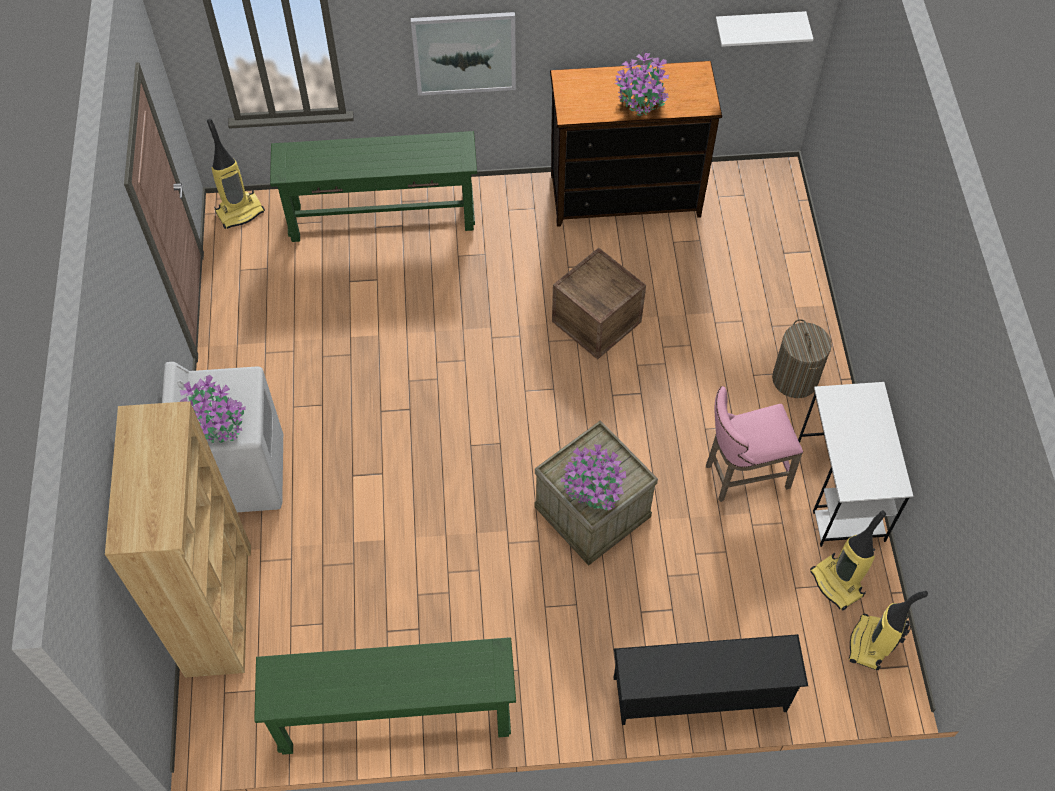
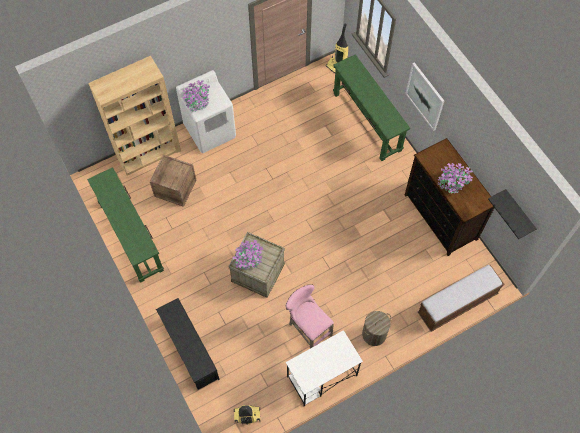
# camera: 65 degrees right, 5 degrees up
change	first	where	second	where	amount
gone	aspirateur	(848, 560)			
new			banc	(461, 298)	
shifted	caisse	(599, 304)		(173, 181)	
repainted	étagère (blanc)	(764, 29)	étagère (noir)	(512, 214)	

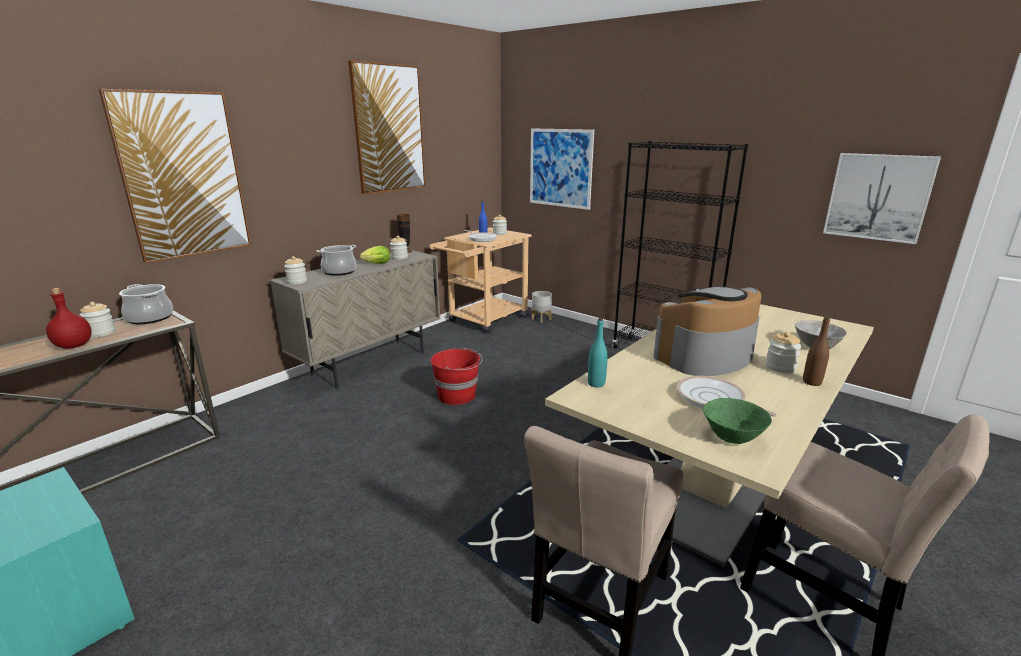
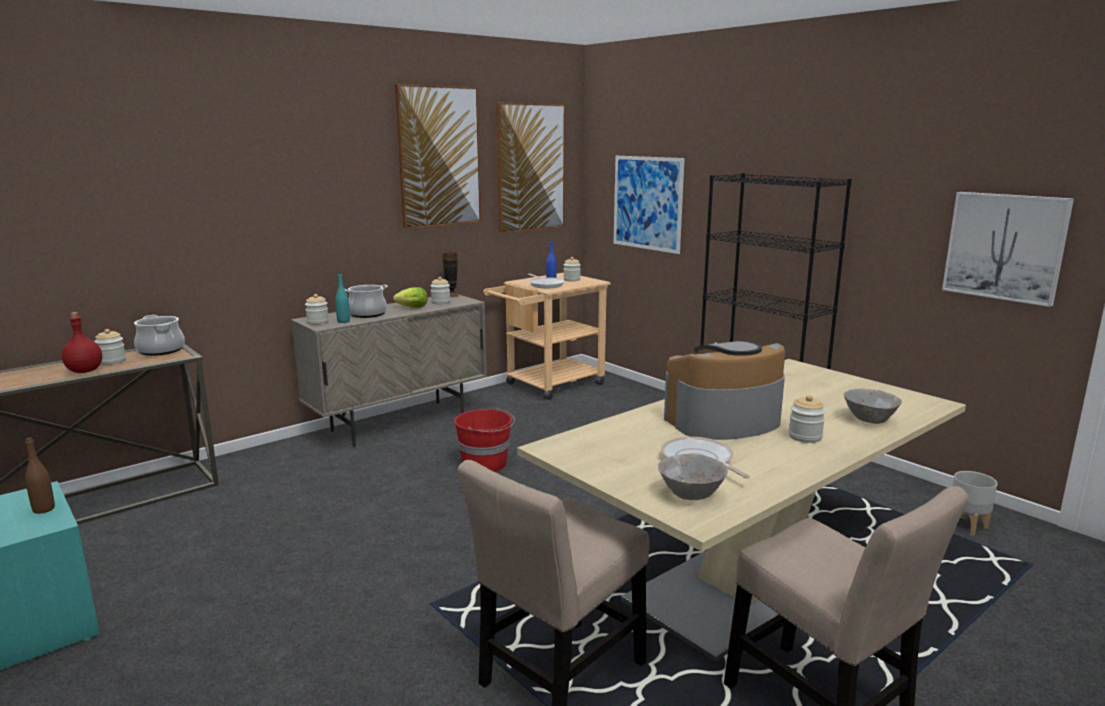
# camera: 10 degrees right, 5 degrees down
change	first	where	second	where	amount
shifted	tableau	(175, 176)		(530, 168)	
shifted	cache-pot (gris)	(542, 307)		(974, 503)	
shifted	bouteille (turquoise)	(598, 353)		(342, 298)	
shifted	bouteille (marron)	(816, 351)		(40, 476)	
repainted	bol (vert)	(737, 421)	bol (gris)	(693, 477)	

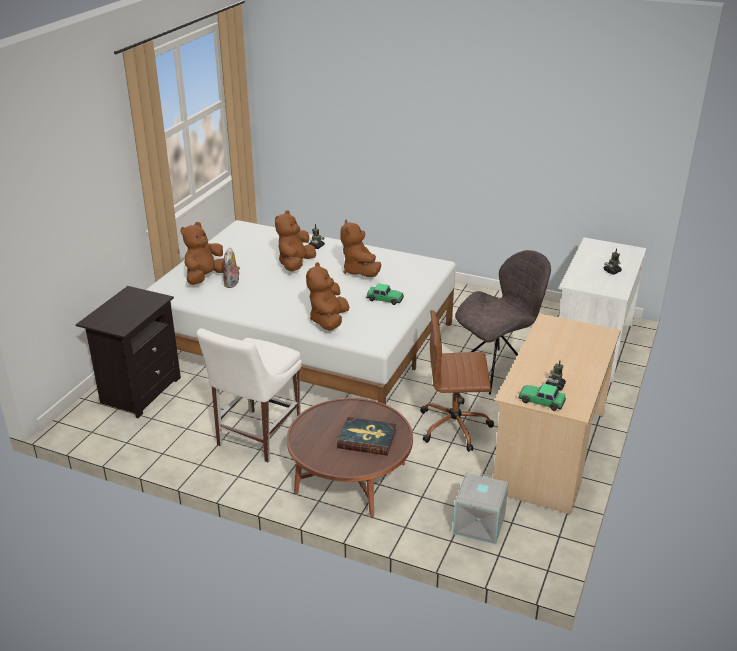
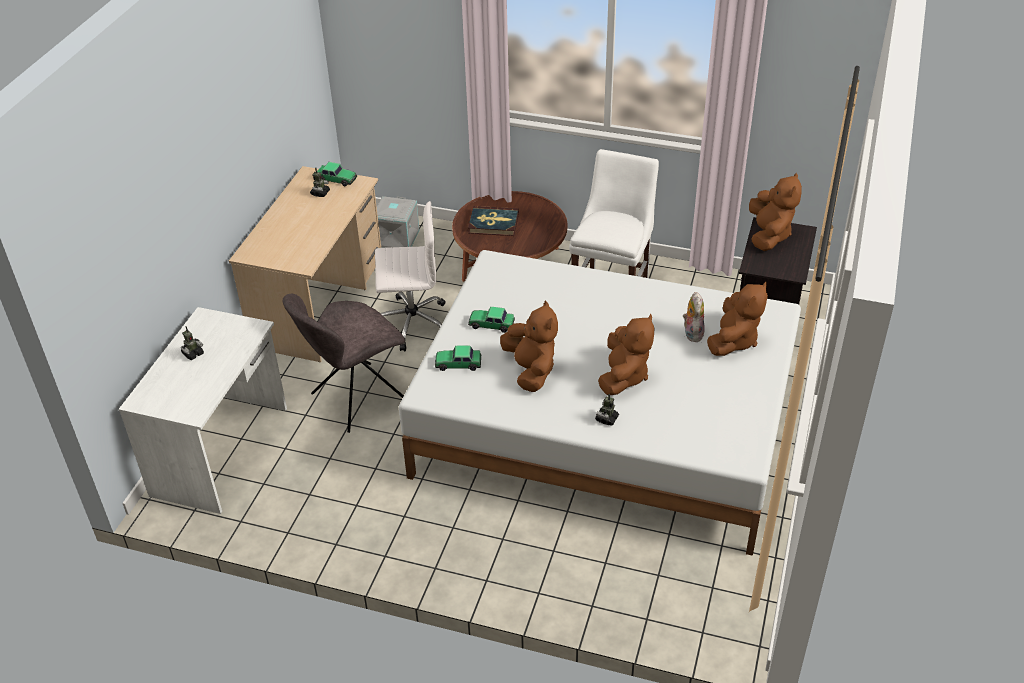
# camera: 175 degrees right, 10 degrees up
change	first	where	second	where	amount
new			petite voiture	(458, 358)	
shifted	peluche (marron)	(327, 296)		(775, 212)	
repainted	chaise de bureau (marron)	(457, 381)	chaise de bureau (blanc)	(410, 276)	

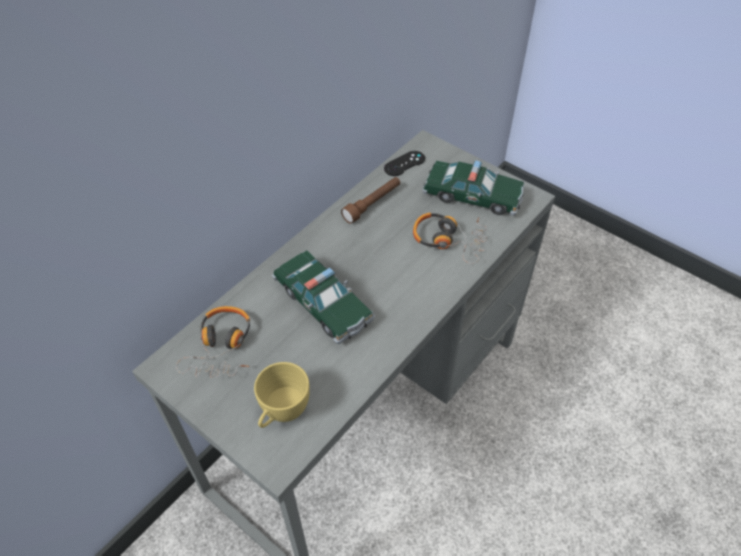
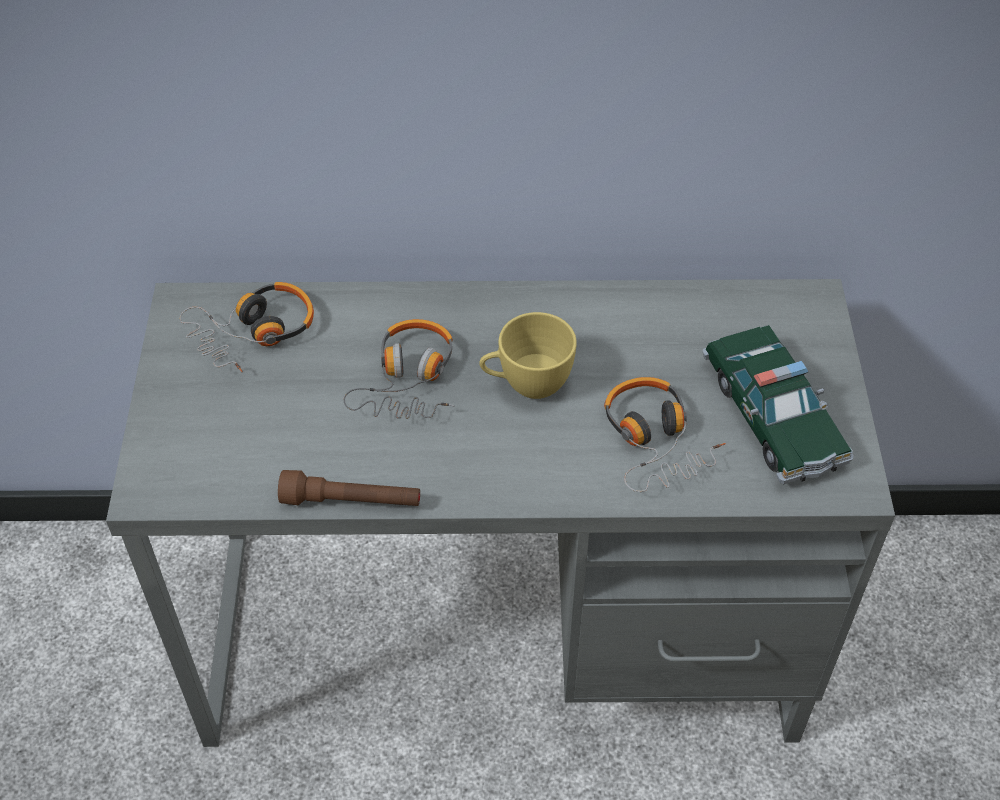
# camera: 50 degrees right, 0 degrees up
change	first	where	second	where	amount
gone	manette (noir)	(404, 163)			
shifted	tasse (jaune)	(282, 395)		(528, 355)	
shifted	lampe de poche (marron)	(370, 200)		(349, 488)	
swapped	petite voiture	(323, 297)	casque audio	(399, 369)	

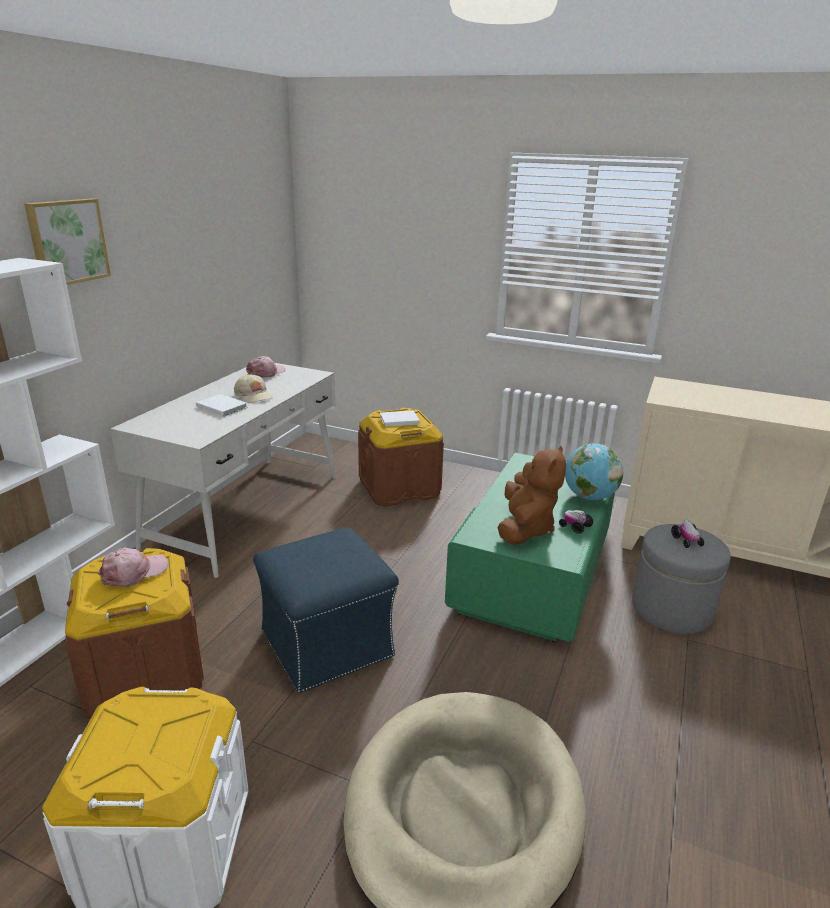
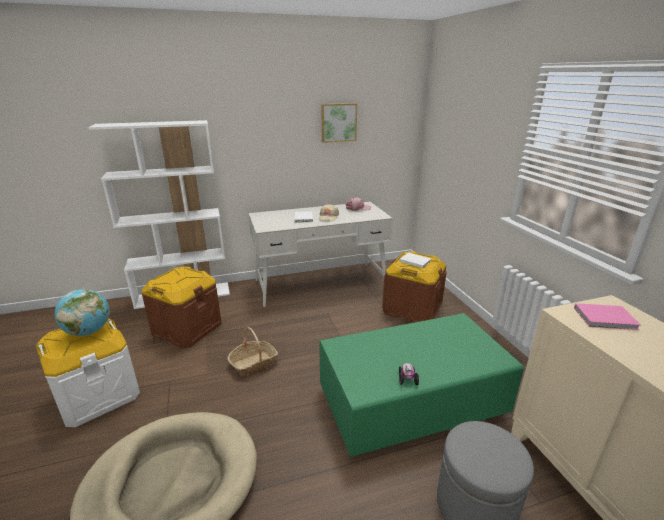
# camera: 50 degrees right, 0 degrees up
change	first	where	second	where	amount
gone	casquette (rose)	(133, 567)			
gone	peluche (marron)	(532, 495)			
gone	petite voiture	(687, 534)			
new			livre (rose)	(607, 316)	
shifted	tableau	(67, 241)		(339, 123)	
shifted	globe	(594, 471)		(82, 312)	
swapped	pouf (bleu)	(326, 610)	panier	(253, 352)	

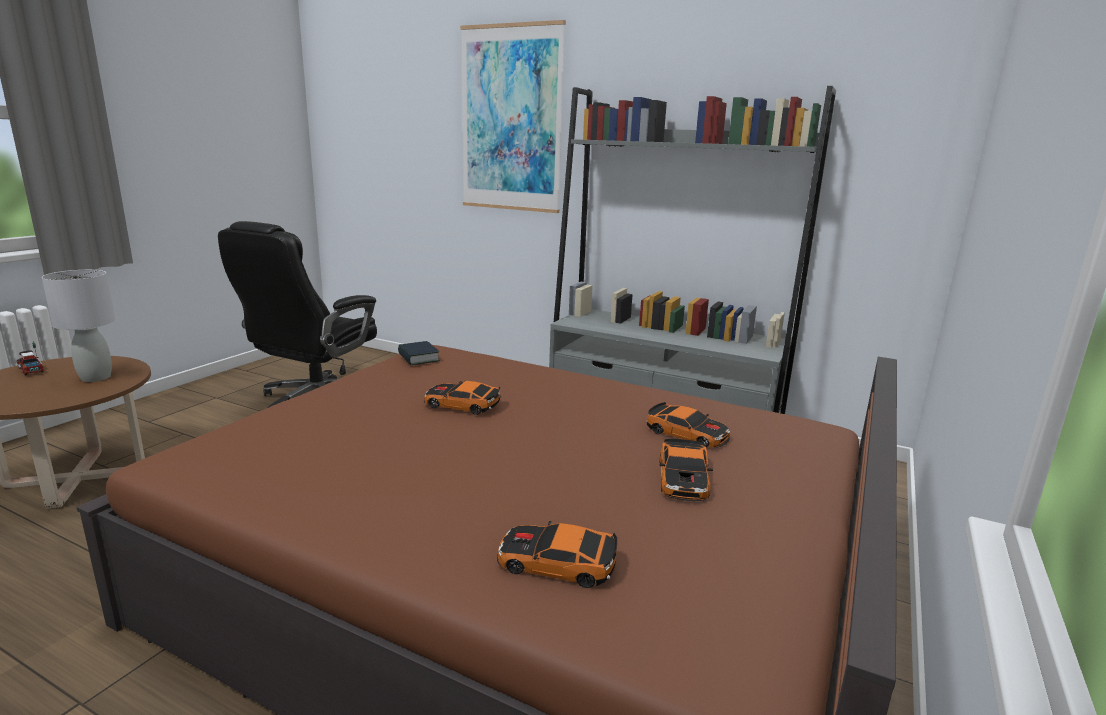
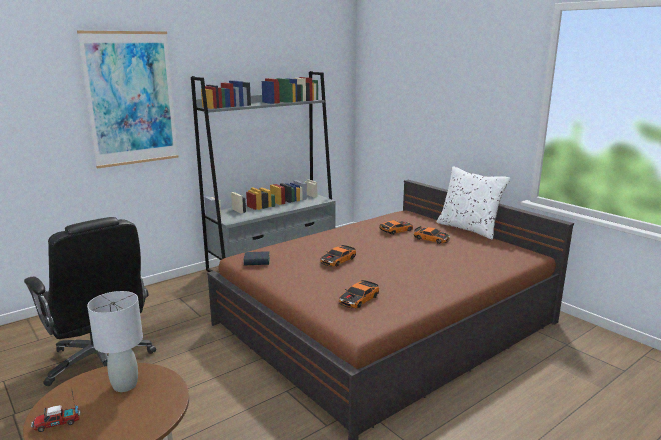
# camera: 65 degrees left, 0 degrees up
change	first	where	second	where	amount
new			coussin (blanc)	(473, 202)	
shifted	petite voiture	(557, 554)		(359, 294)	

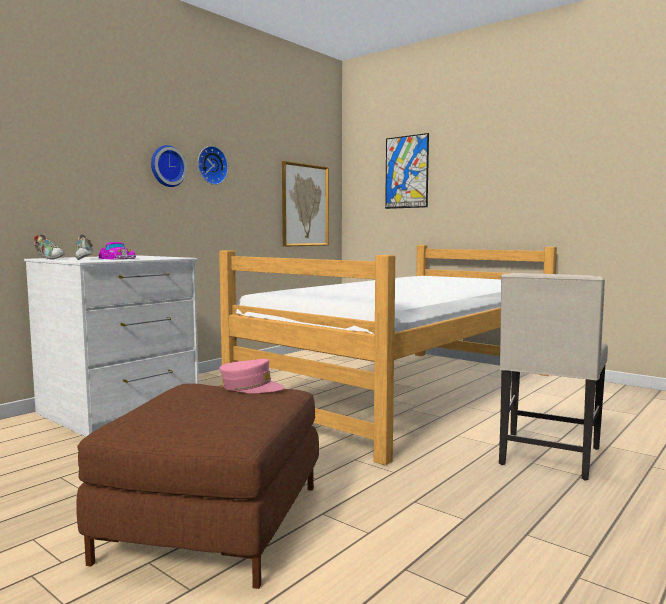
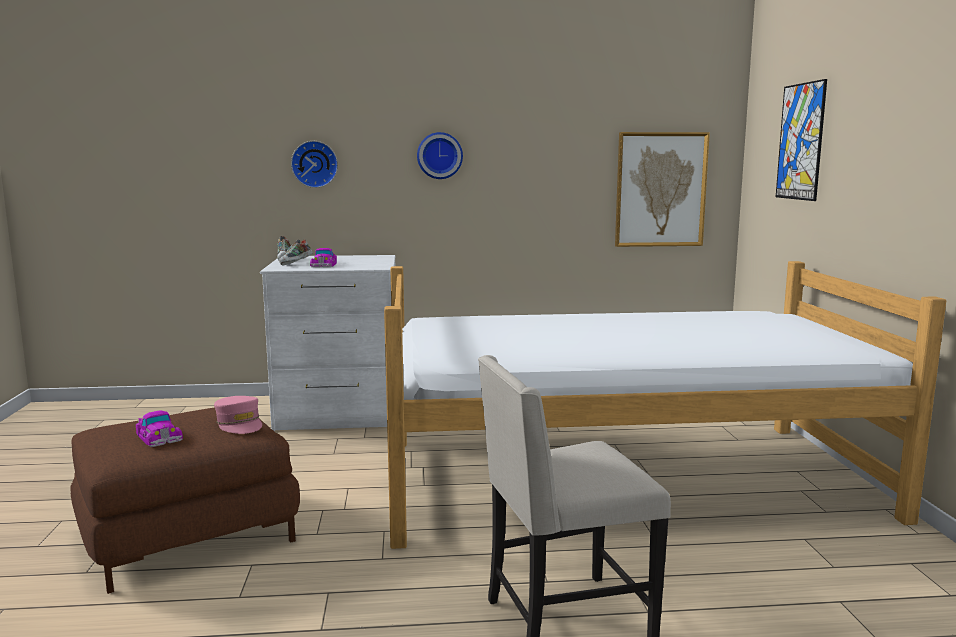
# camera: 45 degrees right, 5 degrees up
change	first	where	second	where	amount
new			petite voiture	(159, 428)	
shifted	horloge murale	(213, 165)		(314, 164)	

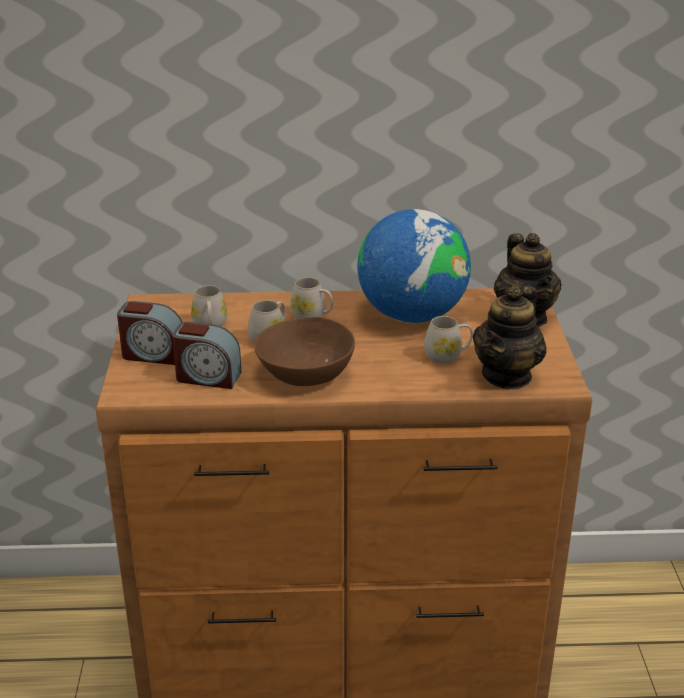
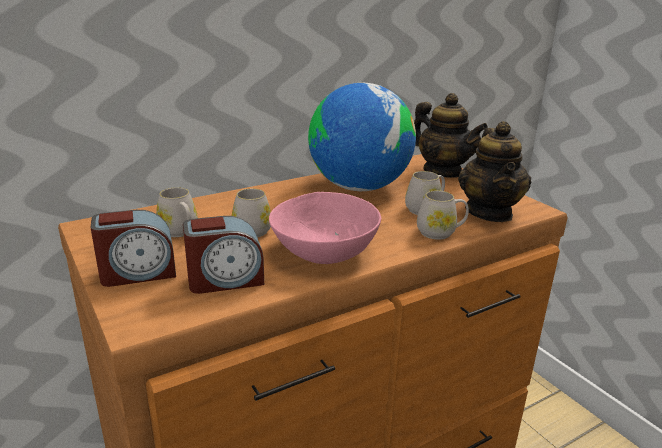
# camera: 30 degrees left, 5 degrees down
change	first	where	second	where	amount
shifted	mug (blanc)	(311, 298)		(443, 215)	
repainted	bol (marron)	(304, 351)	bol (rose)	(325, 228)	

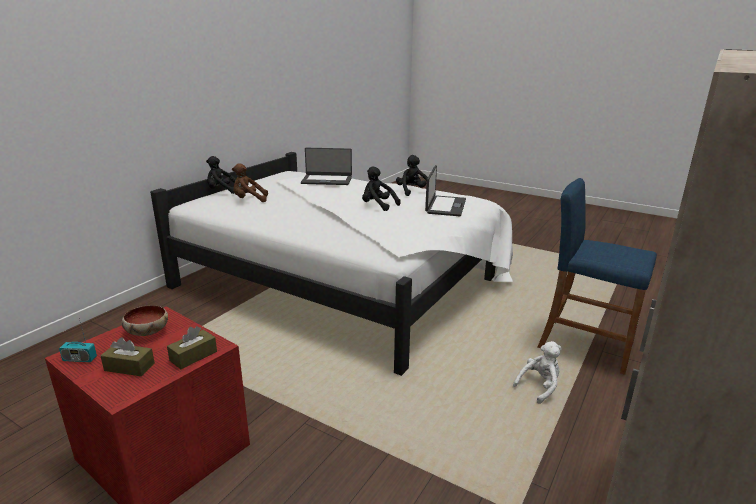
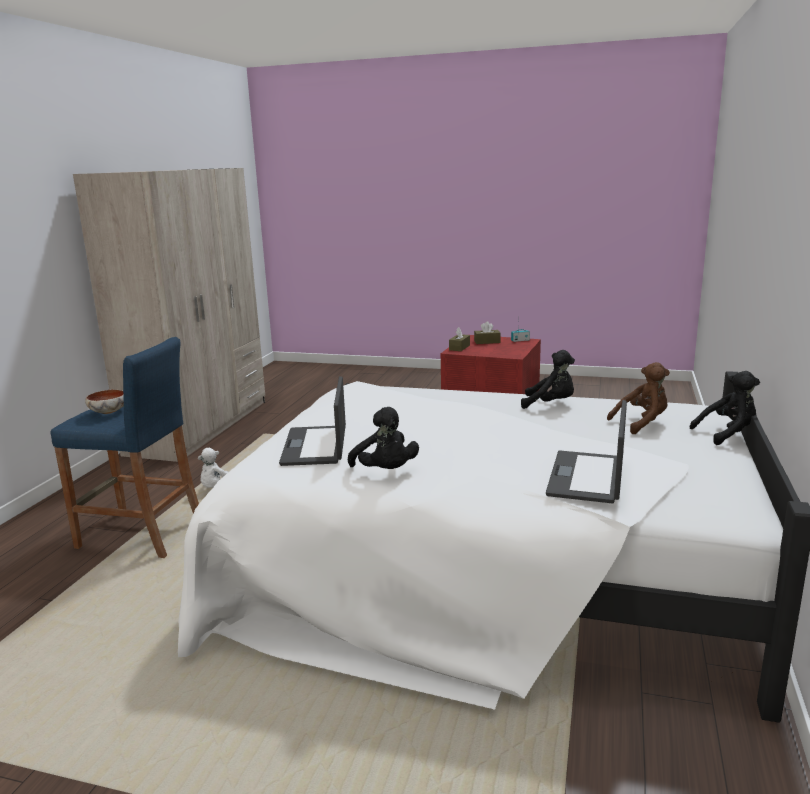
# camera: 165 degrees right, 5 degrees down
change	first	where	second	where	amount
shifted	bol	(145, 320)		(104, 401)	
shifted	peluche (noir)	(381, 188)		(548, 379)	
rotated	ordinateur portable	(326, 166)		(586, 451)	60 degrees counterclockwise

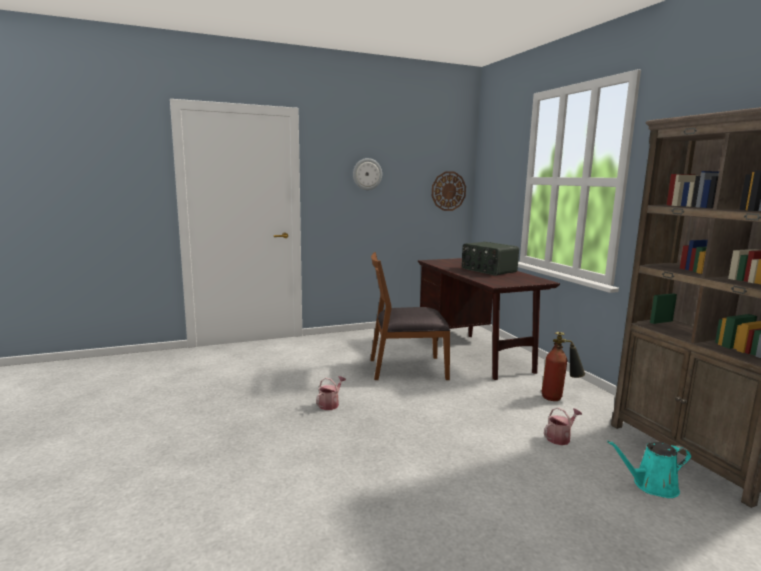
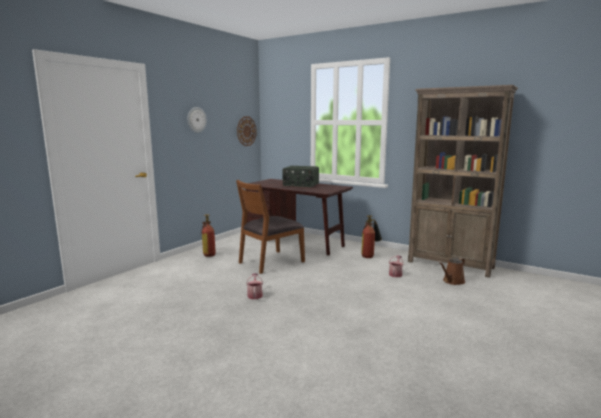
# camera: 35 degrees left, 0 degrees up
change	first	where	second	where	amount
new			extincteur	(208, 235)	
repainted	arrosoir (turquoise)	(649, 469)	arrosoir (marron)	(452, 271)	

